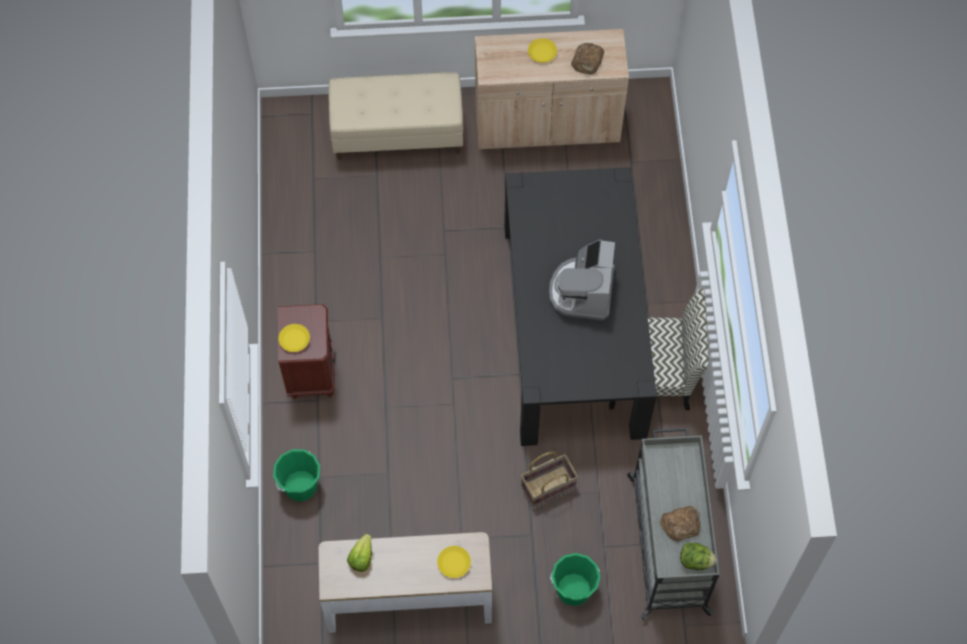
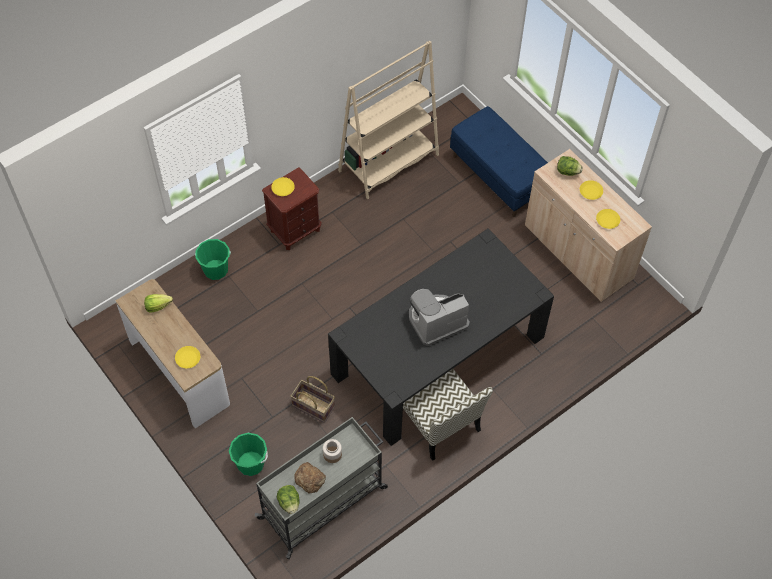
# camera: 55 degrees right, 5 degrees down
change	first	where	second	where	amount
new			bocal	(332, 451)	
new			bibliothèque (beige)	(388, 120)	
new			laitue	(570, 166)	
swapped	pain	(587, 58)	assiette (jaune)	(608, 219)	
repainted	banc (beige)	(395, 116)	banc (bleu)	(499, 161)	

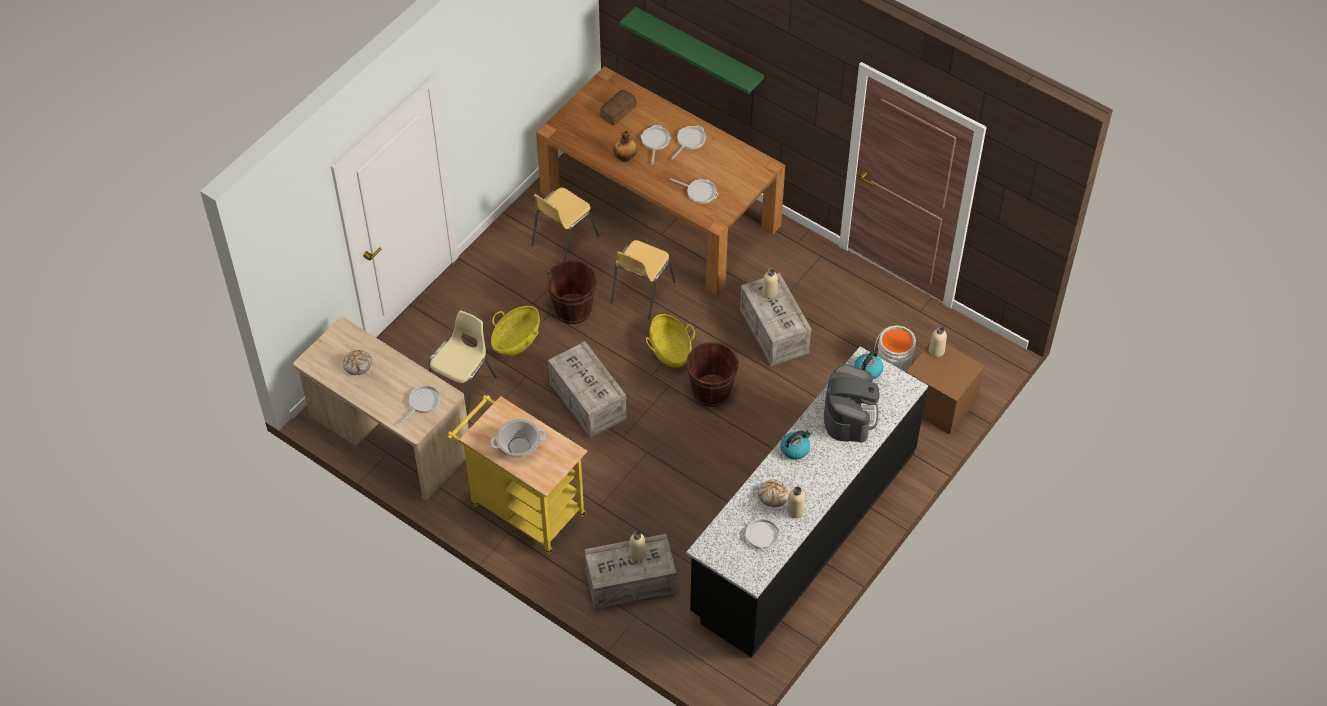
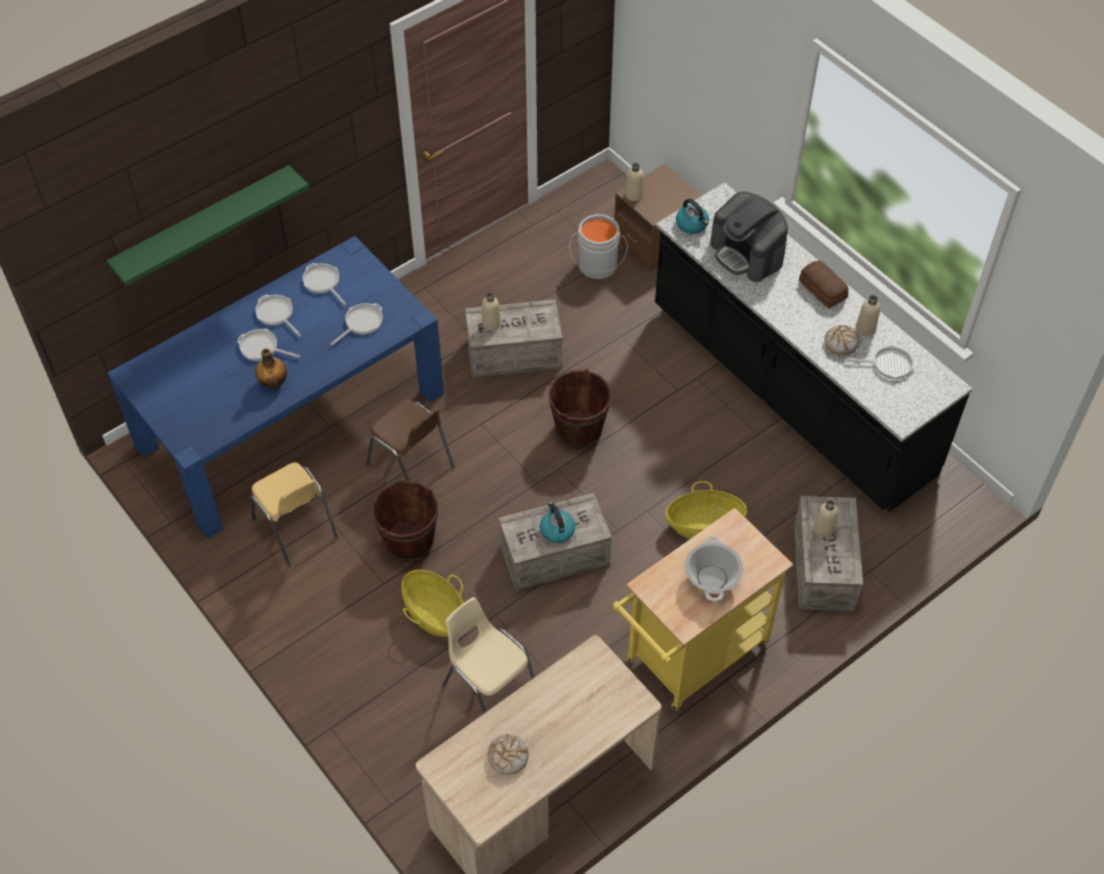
# camera: 75 degrees left, 0 degrees up
change	first	where	second	where	amount
shifted	poêle	(419, 405)		(324, 284)	
shifted	pain	(618, 107)		(823, 284)	
shifted	panier	(670, 341)		(706, 510)	
shifted	bouilloire	(796, 445)		(557, 522)	
repainted	table à manger (marron)	(660, 181)	table à manger (bleu)	(275, 387)	
repainted	chaise (jaune)	(643, 280)	chaise (marron)	(410, 440)	
rotated	machine à café	(852, 403)		(749, 237)	150 degrees counterclockwise

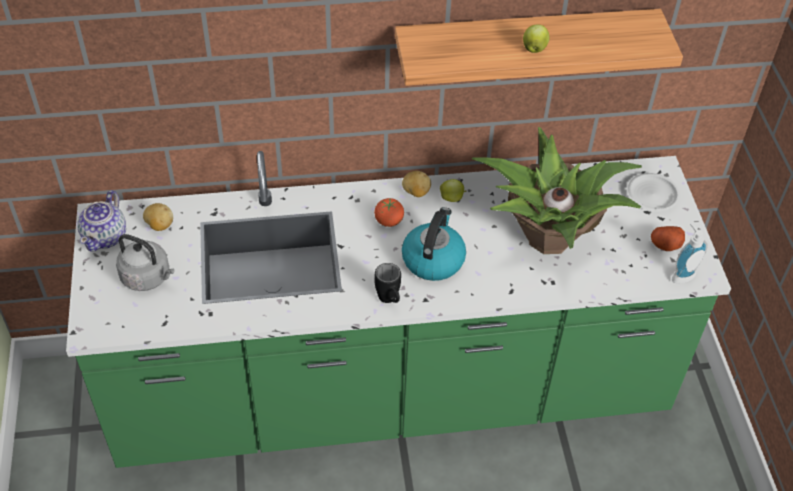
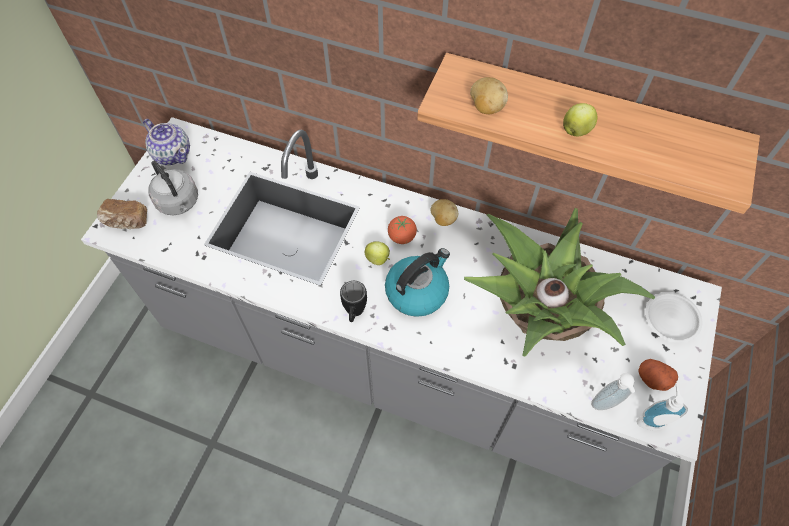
# camera: 30 degrees right, 10 degrees up
change	first	where	second	where	amount
new			pain	(122, 214)	
new			distributeur de savon	(613, 391)	
shifted	pomme de terre	(158, 217)		(489, 95)	
shifted	pomme	(453, 190)		(377, 253)	
repainted	comptoir de cuisine (vert)	(398, 309)	comptoir de cuisine (gris)	(401, 307)	
rotated	théière	(102, 220)		(166, 142)	90 degrees counterclockwise

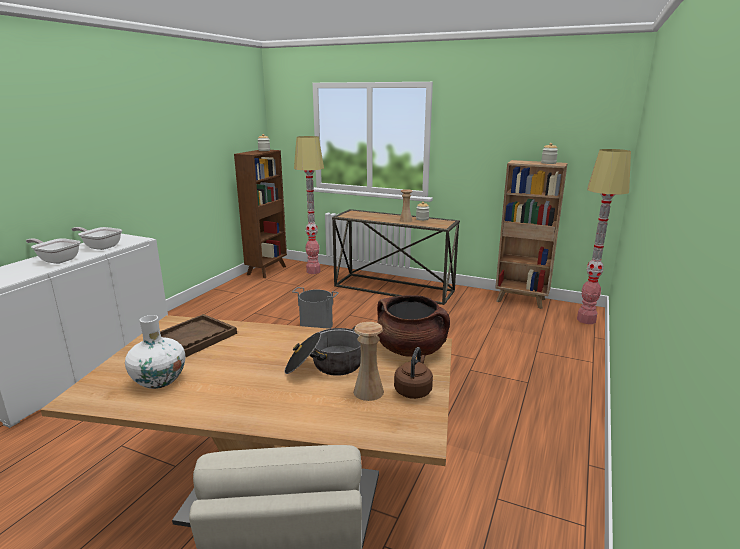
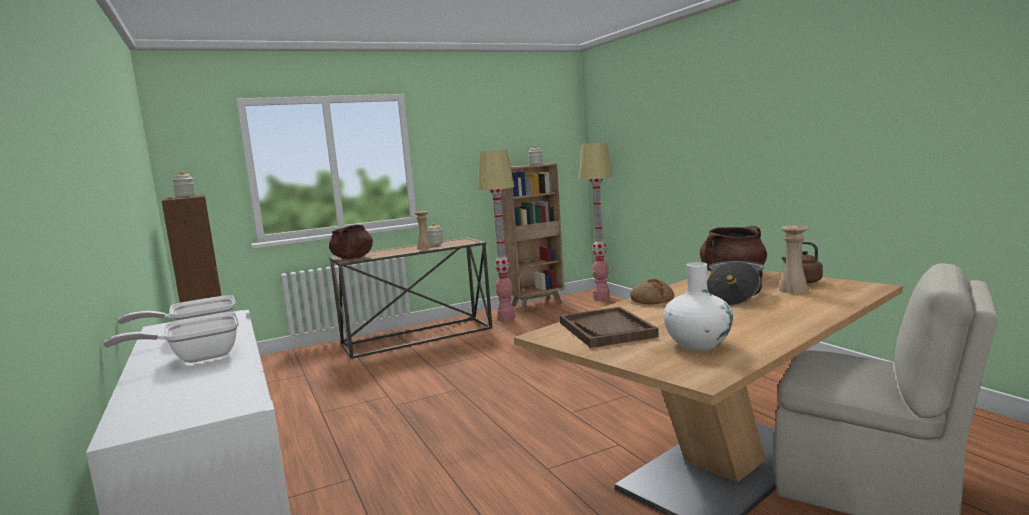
# camera: 50 degrees left, 10 degrees down
change	first	where	second	where	amount
gone	seau (gris)	(315, 308)			
new			marmite (marron)	(351, 241)	
new			pain	(652, 292)	
shifted	lampadaire	(309, 205)		(496, 235)	

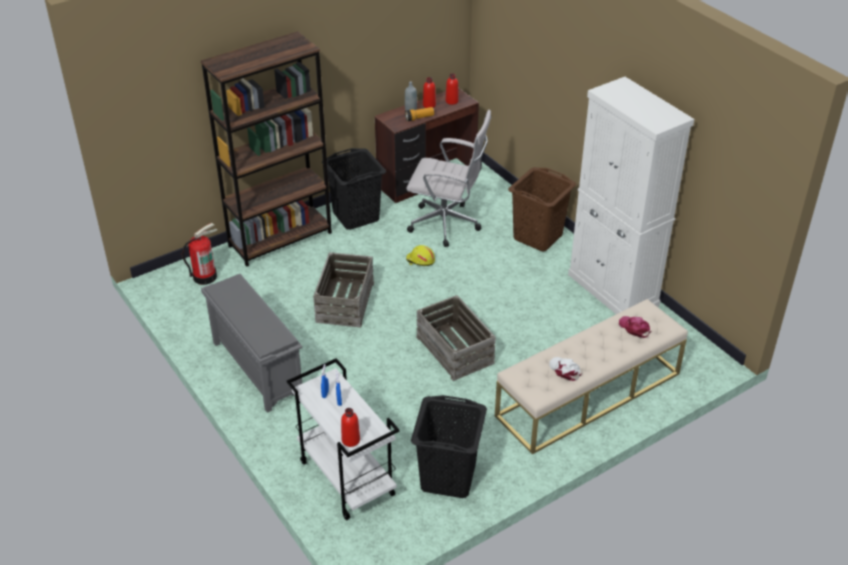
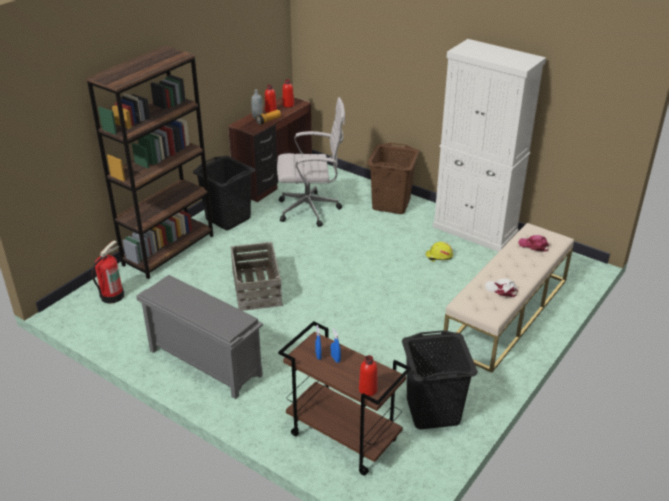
# camera: 20 degrees left, 5 degrees down
change	first	where	second	where	amount
gone	caisse	(456, 338)			
shifted	casque de chantier (jaune)	(420, 255)		(439, 252)	
repainted	chariot (blanc)	(343, 439)	chariot (marron)	(344, 398)	

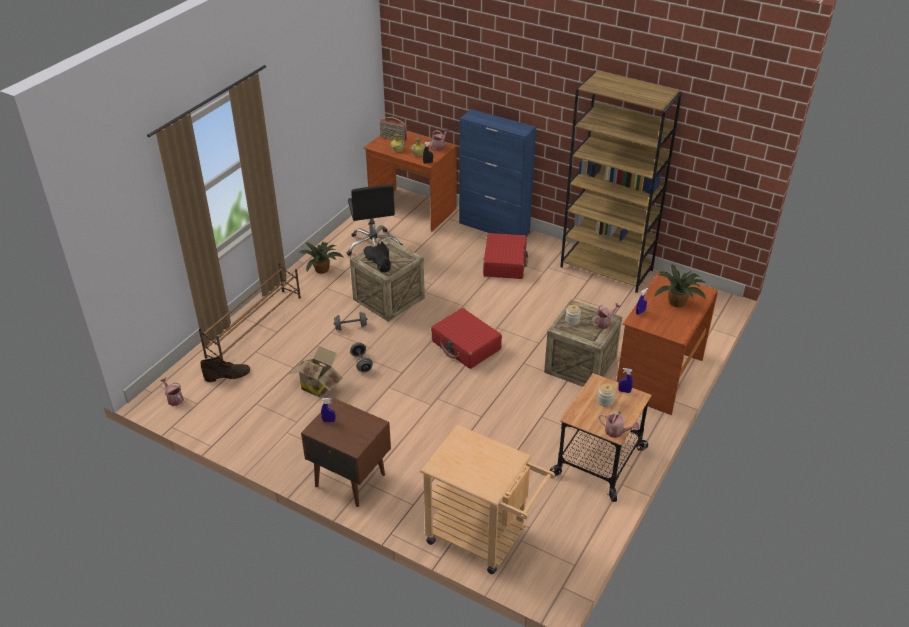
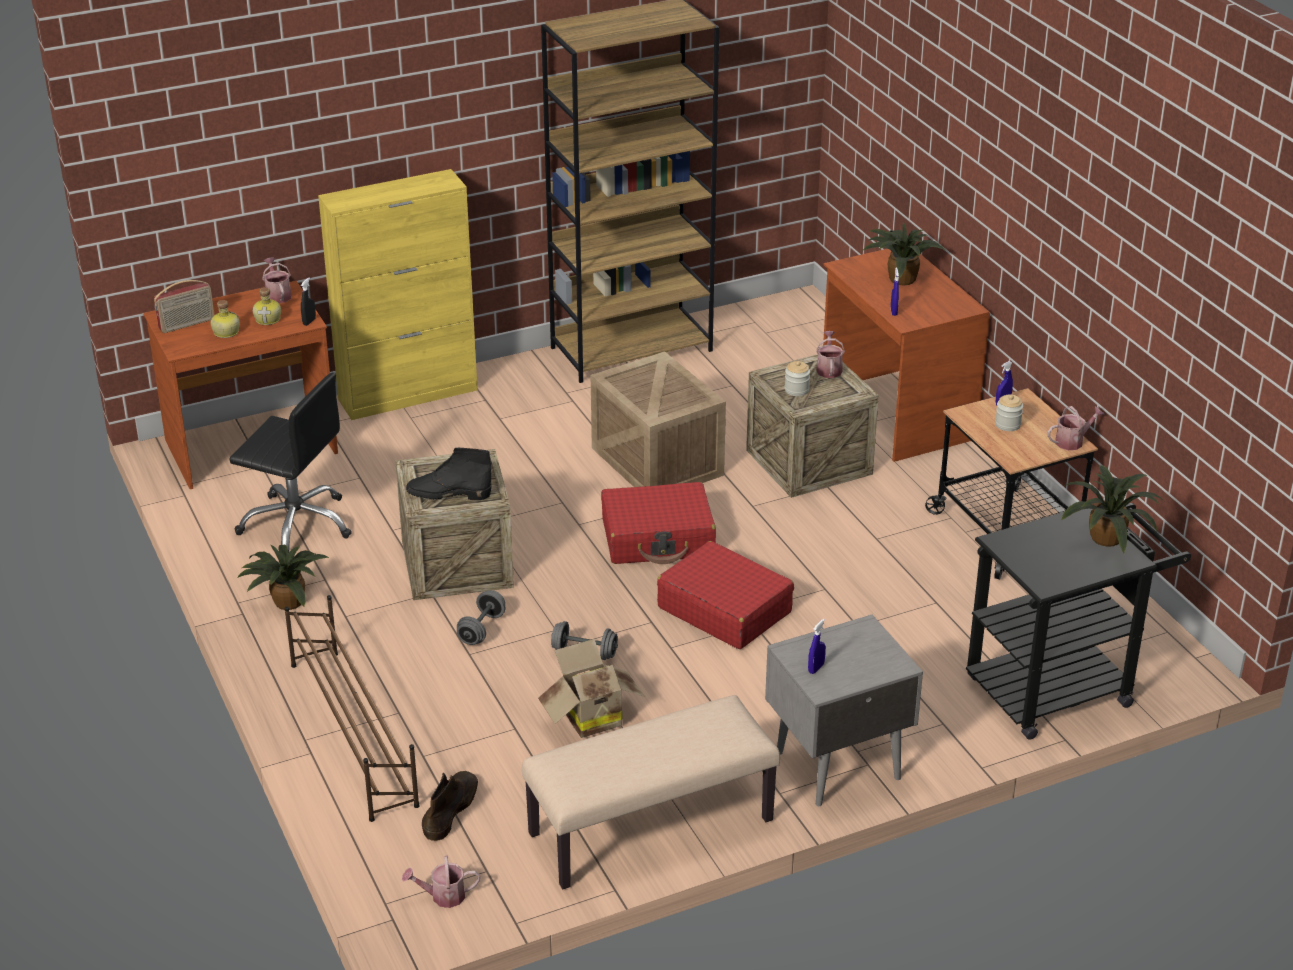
# camera: 55 degrees left, 5 degrees down
change	first	where	second	where	amount
new			banc (beige)	(651, 792)	
new			caisse	(658, 419)	
new			plante en pot	(1113, 509)	
shifted	valise (rouge)	(505, 256)		(725, 595)	
repainted	table de chevet (marron)	(346, 452)	table de chevet (gris)	(844, 710)	
repainted	chariot (beige)	(487, 499)	chariot (noir)	(1078, 621)	
repainted	meuble de rangement (bleu)	(497, 172)	meuble de rangement (jaune)	(398, 294)	

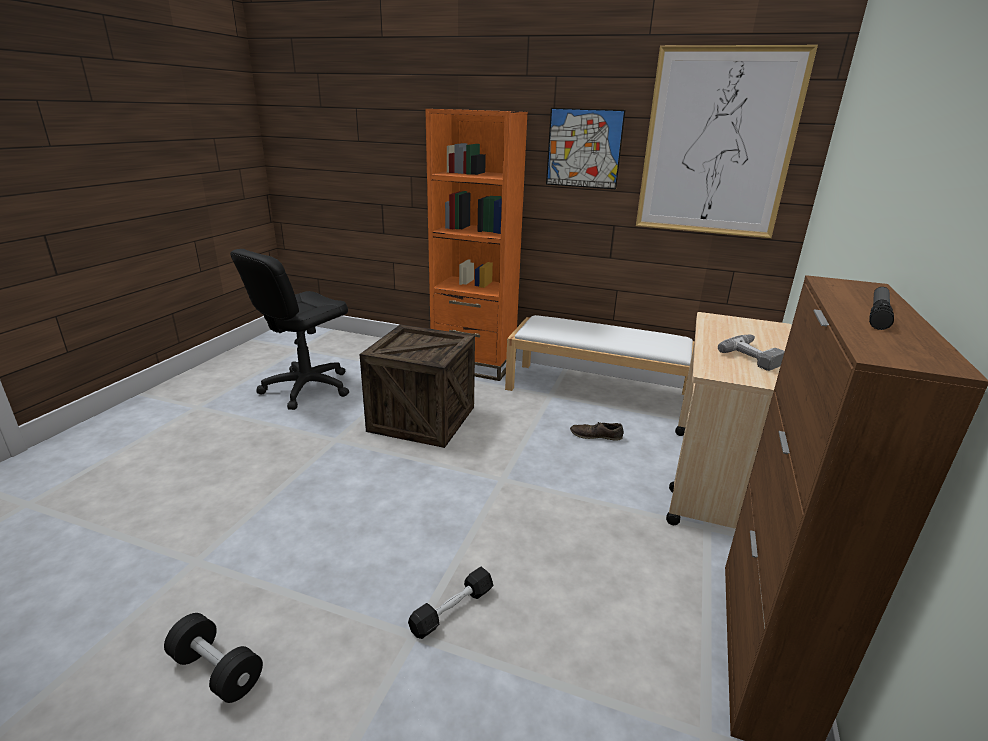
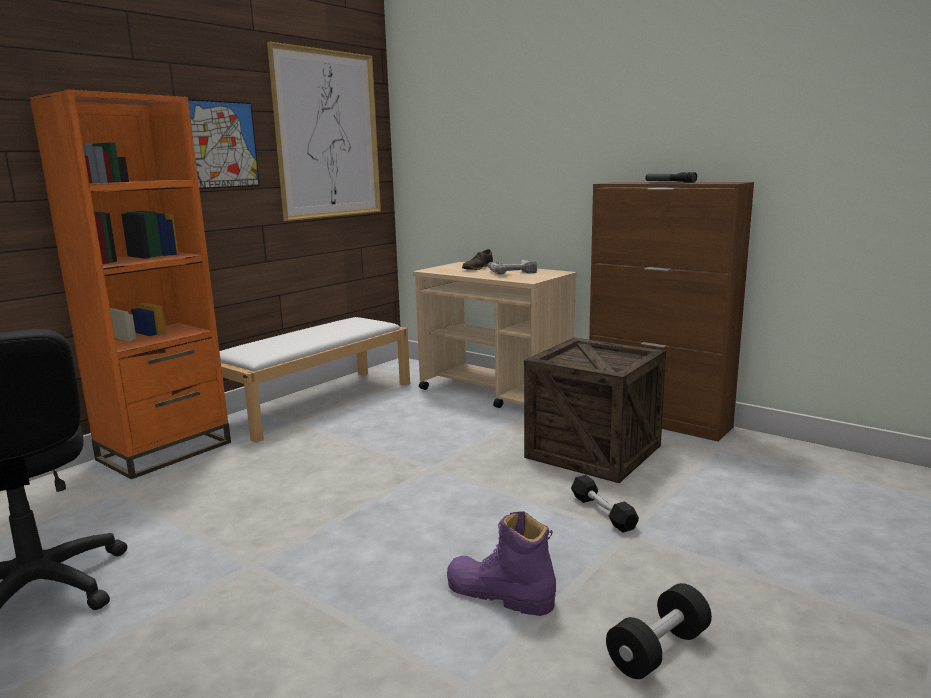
# camera: 70 degrees left, 10 degrees down
change	first	where	second	where	amount
new			botte (violet)	(501, 563)	
shifted	caisse	(417, 386)		(595, 410)	
shifted	chaussure (marron)	(597, 431)		(477, 259)	

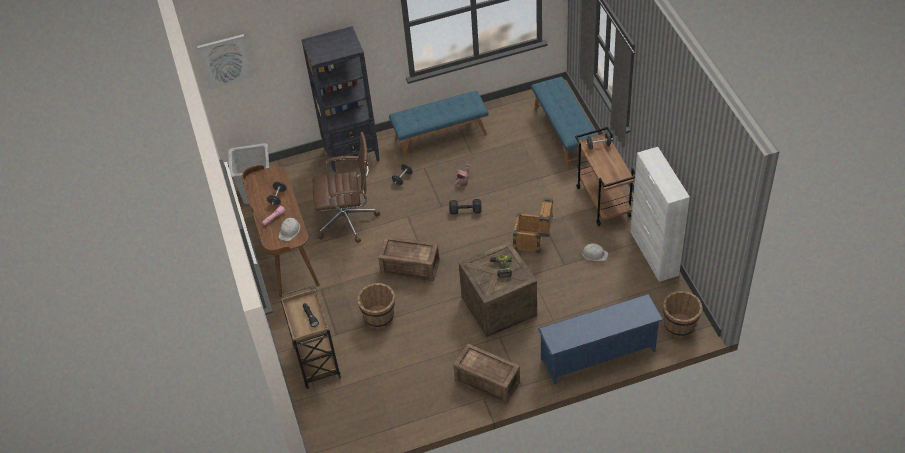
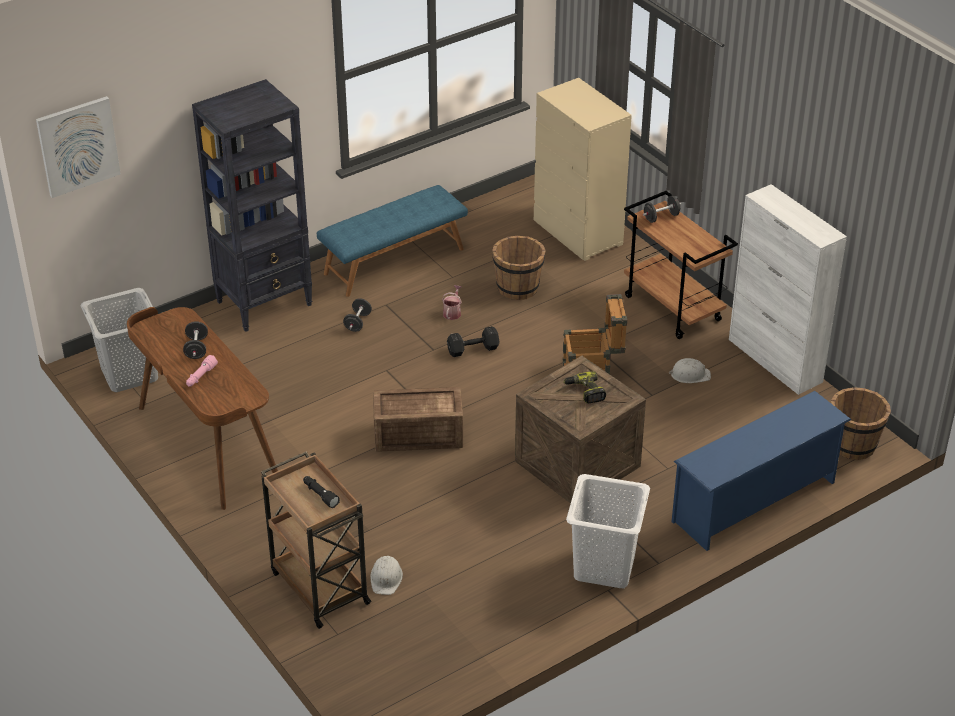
# camera: 20 degrees left, 10 degrees down
change	first	where	second	where	amount
gone	chaise de bureau (marron)	(346, 187)			
shifted	casque de chantier (blanc)	(289, 229)		(386, 575)	
shifted	seau (marron)	(376, 306)		(519, 268)	
swapped	caisse	(486, 374)	panier à linge (blanc)	(608, 531)	
swapped	banc (bleu)	(564, 122)	commode (beige)	(583, 169)	

